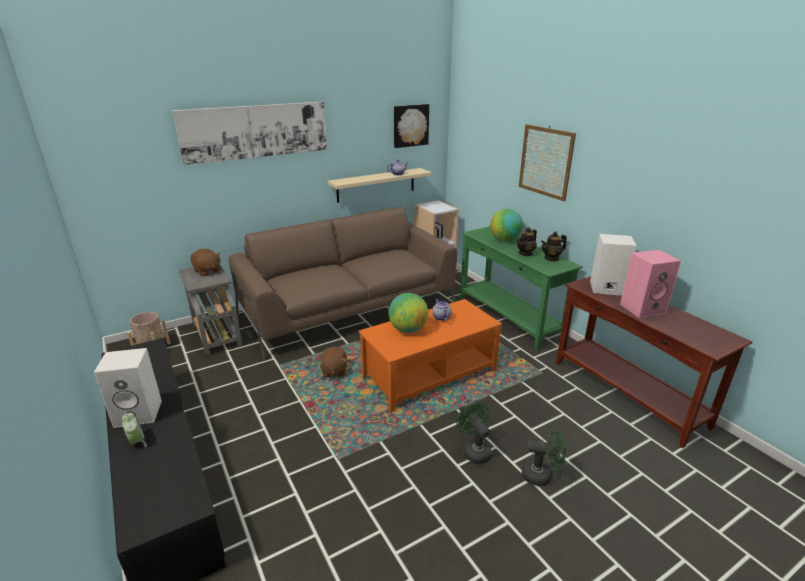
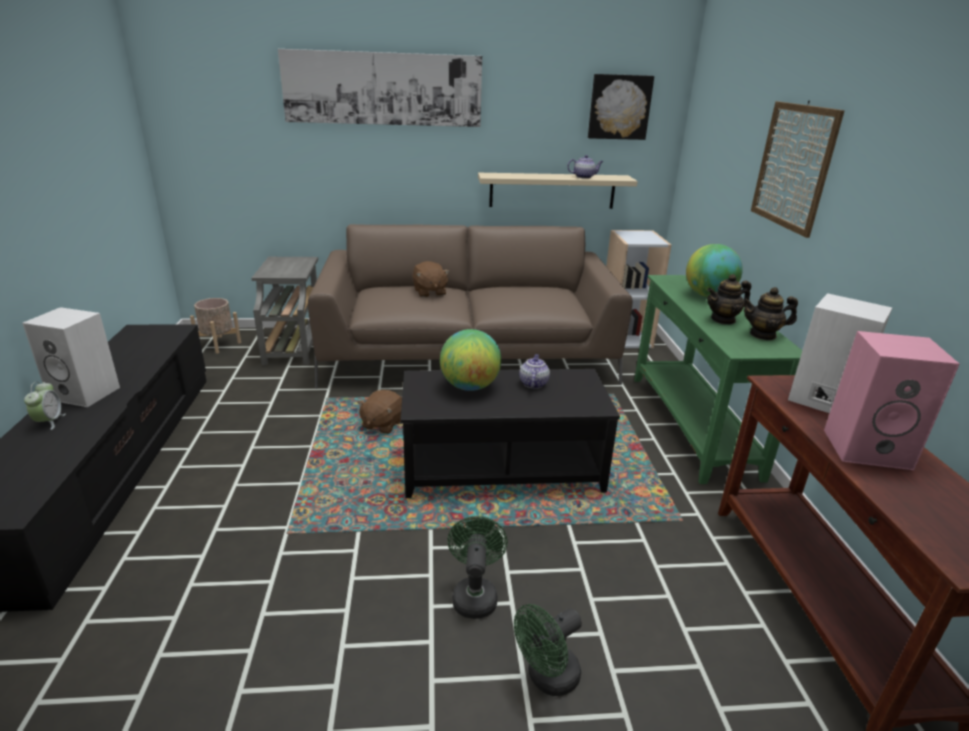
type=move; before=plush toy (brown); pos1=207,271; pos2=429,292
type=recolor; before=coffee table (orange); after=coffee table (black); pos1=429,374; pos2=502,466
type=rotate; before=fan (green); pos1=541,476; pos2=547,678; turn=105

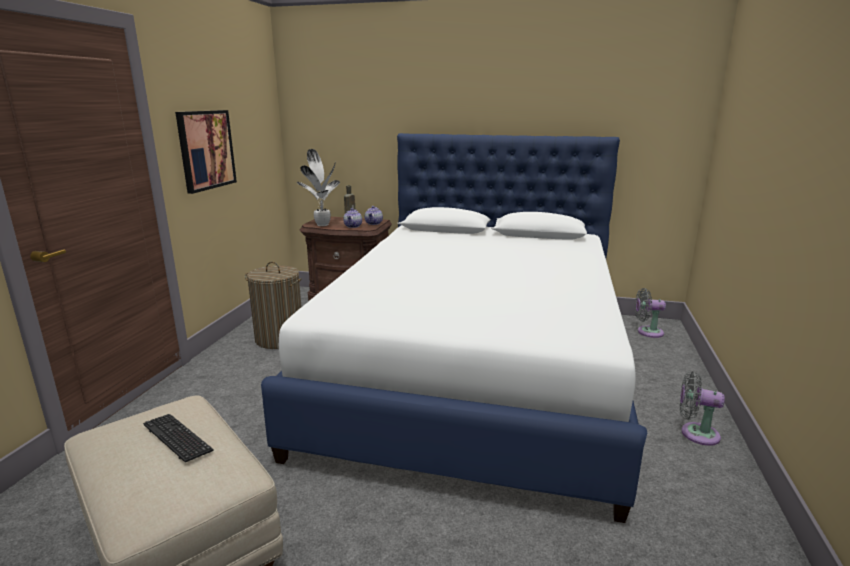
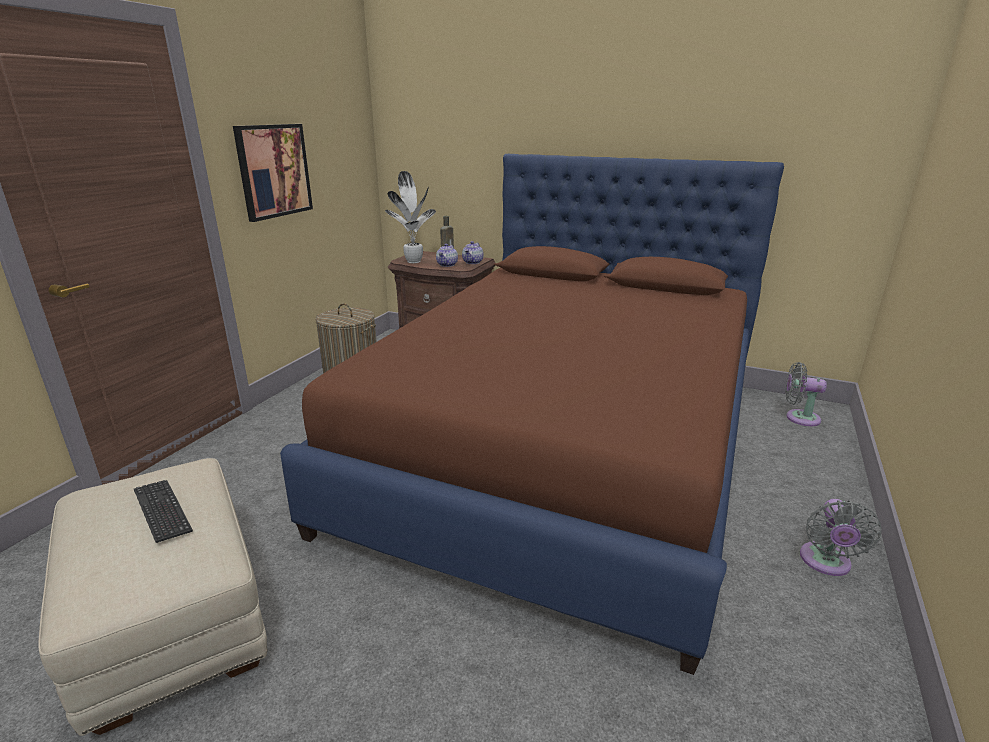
type=recolor; before=bed (white); after=bed (brown); pos1=475,369; pos2=564,448
type=rotate; before=fan (grey); pos1=695,433; pos2=826,563; turn=-105

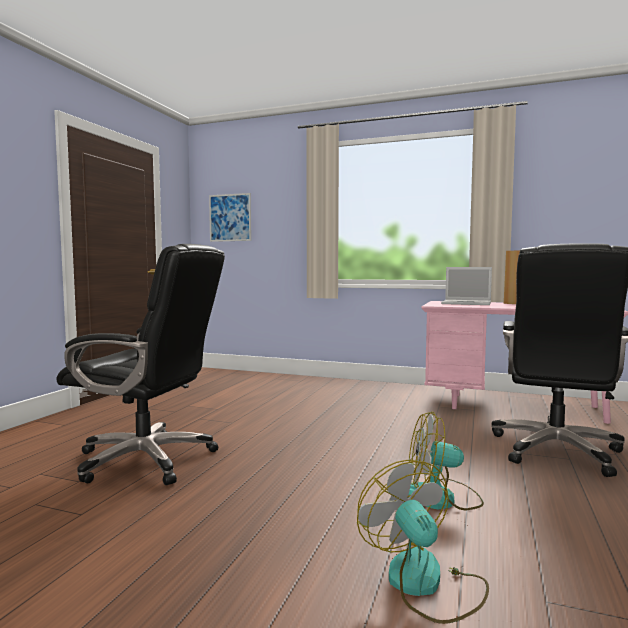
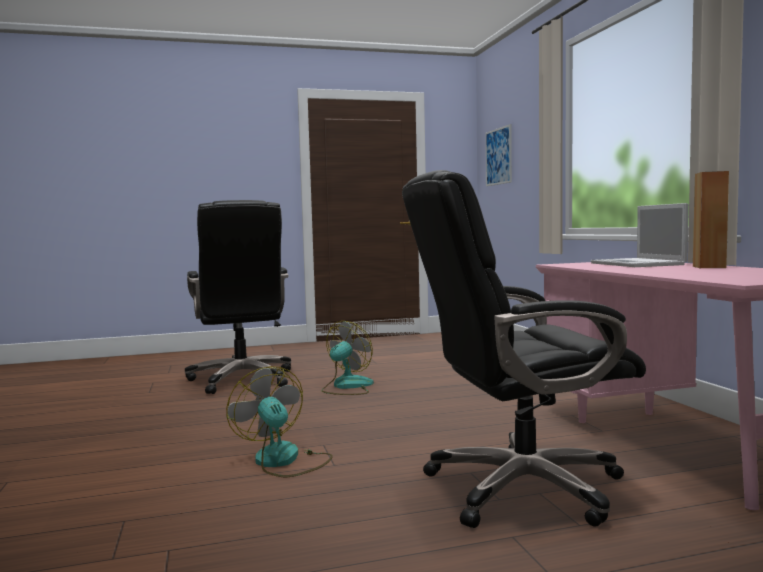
type=move; before=fan; pos1=425,583; pos2=346,387

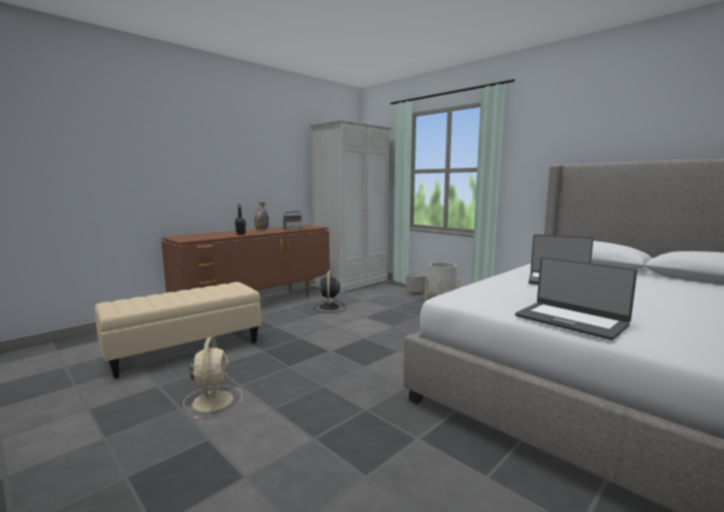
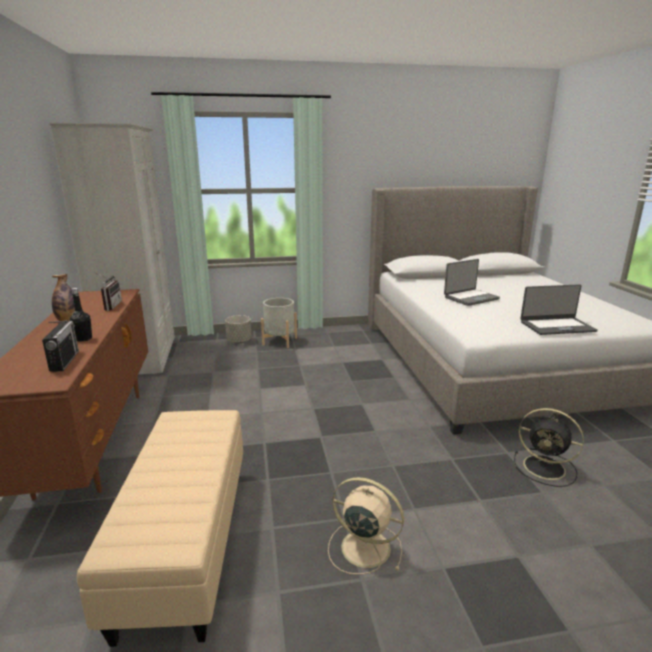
type=move; before=fan (black); pos1=329,308; pos2=546,468
type=insert; after=radio; pos2=65,361

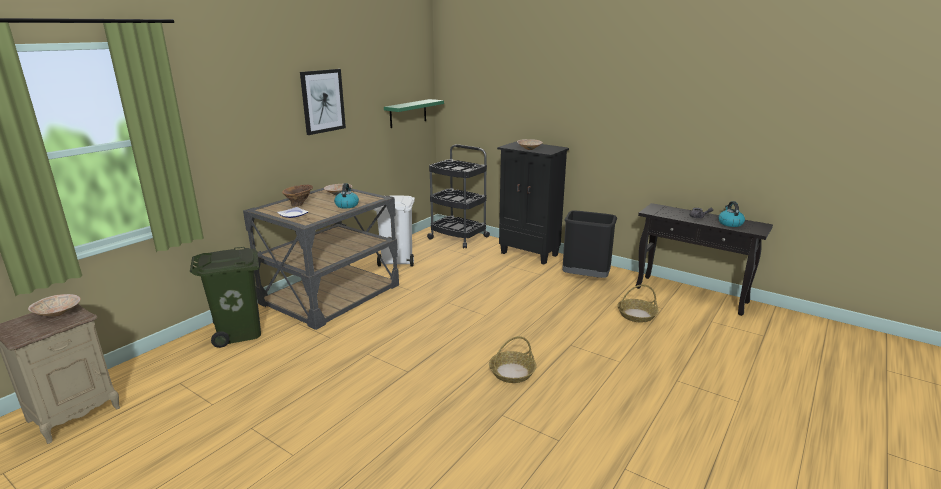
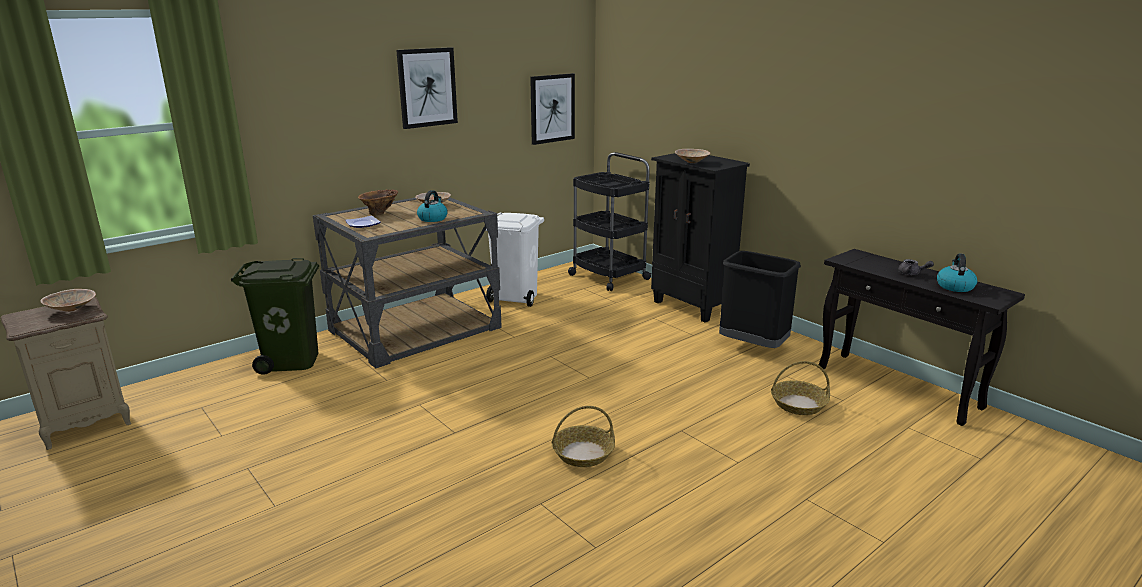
type=replace; before=shelf (green); after=picture; pos1=408,113; pos2=552,108

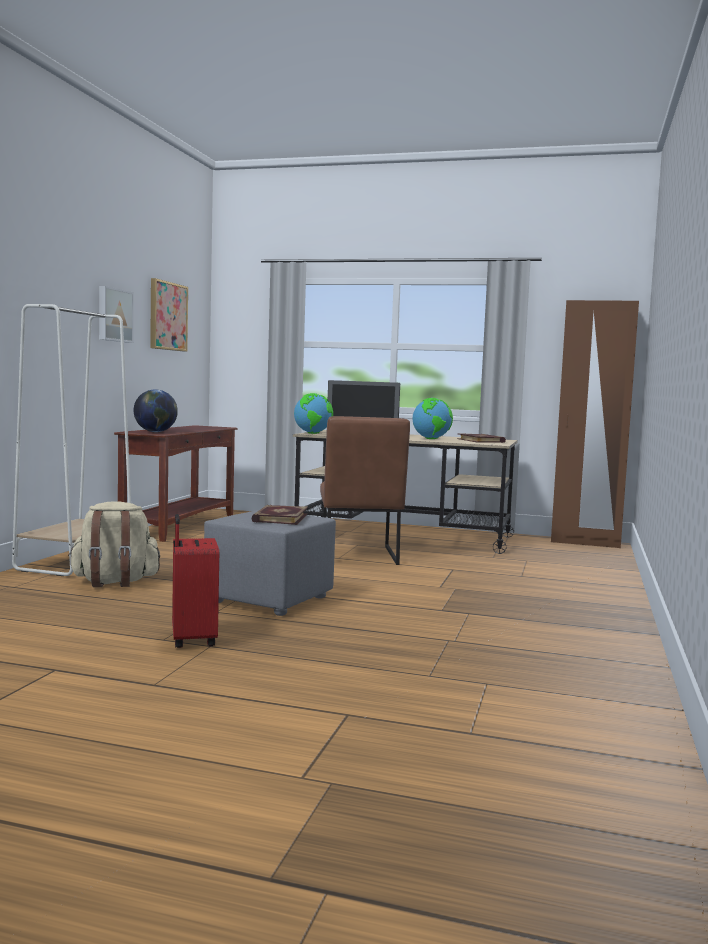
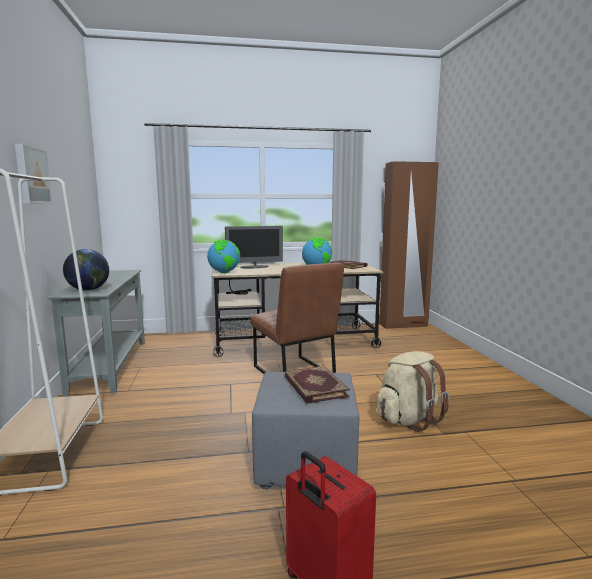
type=move; before=backpack (beige); pos1=114,582; pos2=408,419
type=recolor; before=console table (brown); after=console table (grey); pos1=179,526; pos2=109,365
type=delete; before=picture; pos1=167,316

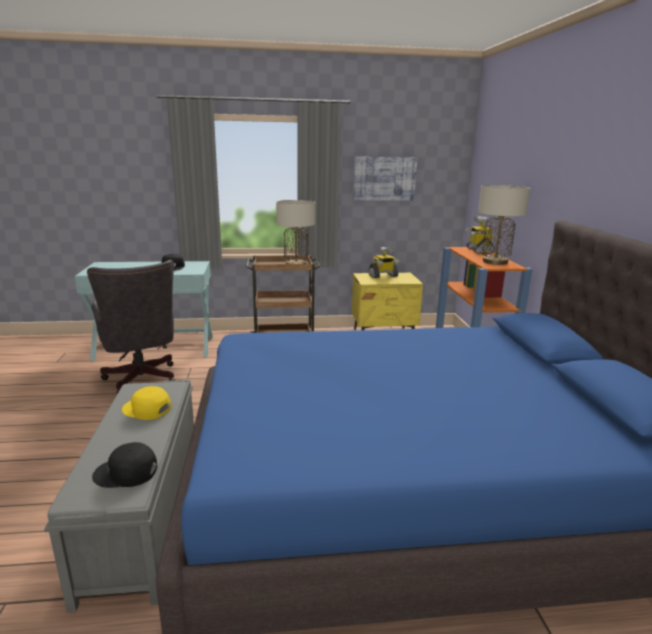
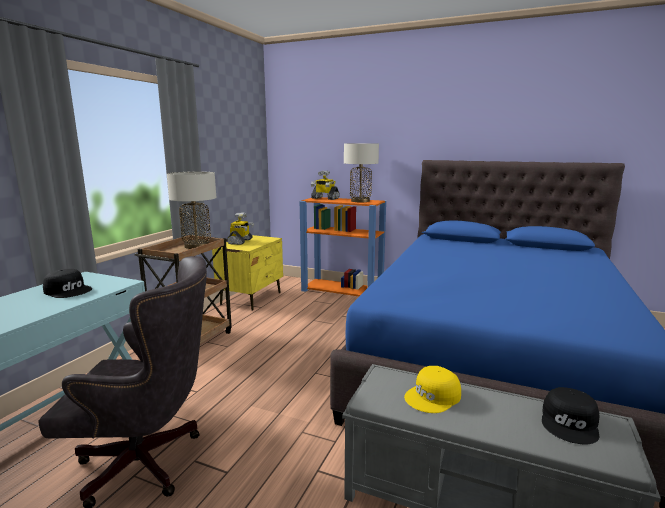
type=delete; before=picture; pos1=384,178

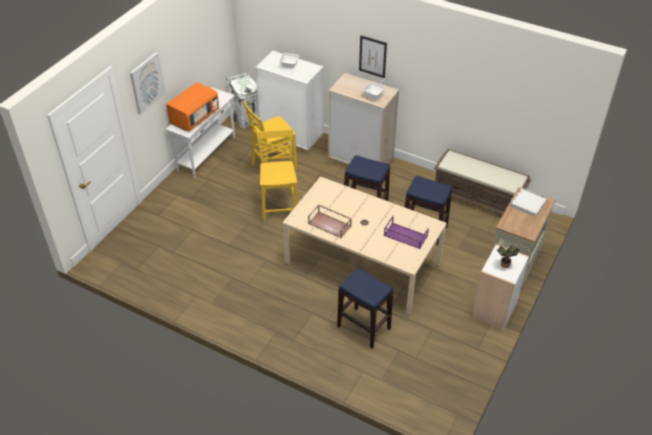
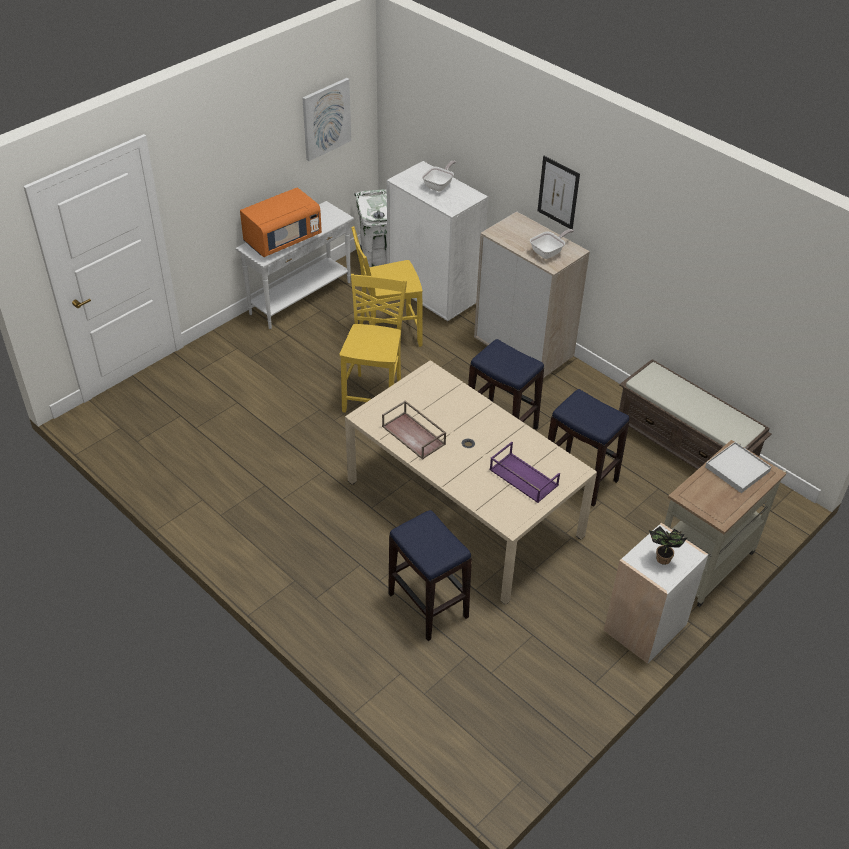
type=move; before=picture; pos1=147,82; pos2=326,119

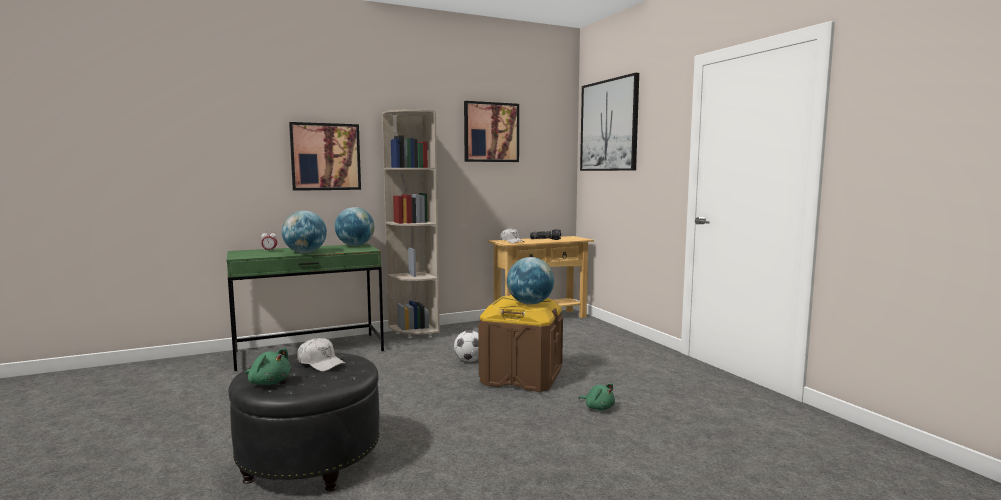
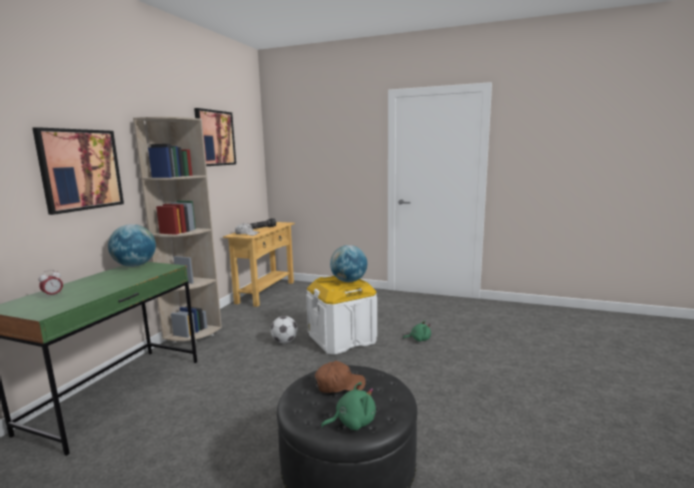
type=delete; before=globe; pos1=305,252
type=recolor; before=cap (white); after=cap (brown); pos1=321,363; pos2=339,385
type=recolor; before=storage box (brown); after=storage box (white); pos1=521,377; pos2=342,338
type=delete; before=picture; pos1=609,125

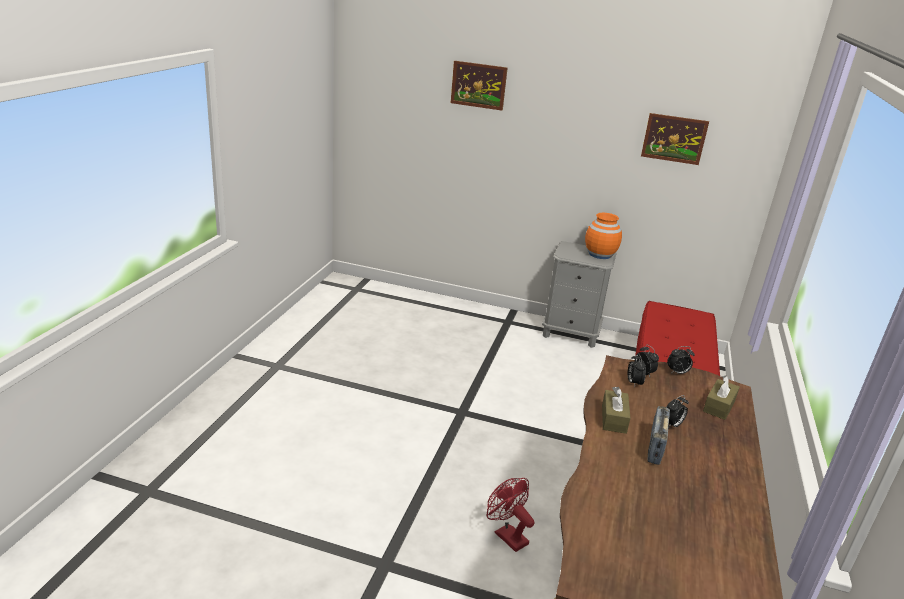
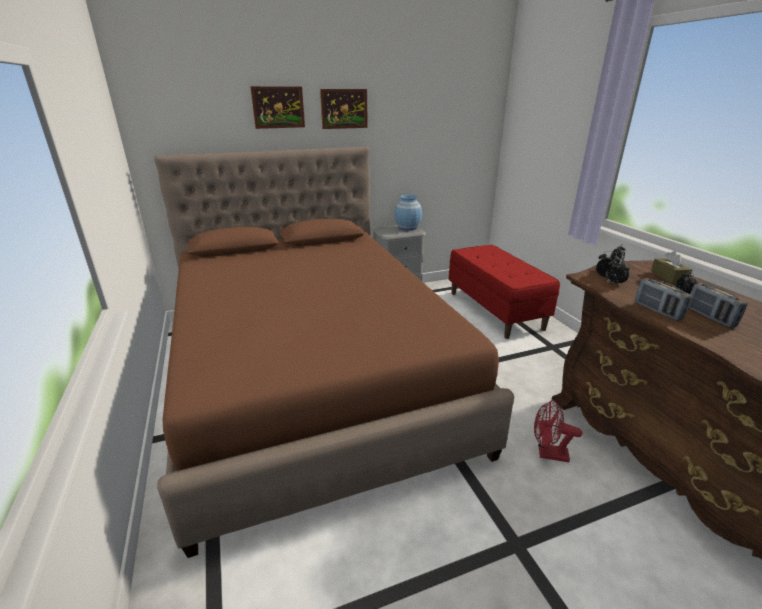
type=recolor; before=vase (orange); after=vase (blue); pos1=600,254; pos2=408,228
type=replace; before=tissue box (brown); after=radio; pos1=613,419; pos2=657,311
type=move; before=picture; pos1=674,138; pos2=344,108
type=insert; after=bed (brown); pos2=312,373

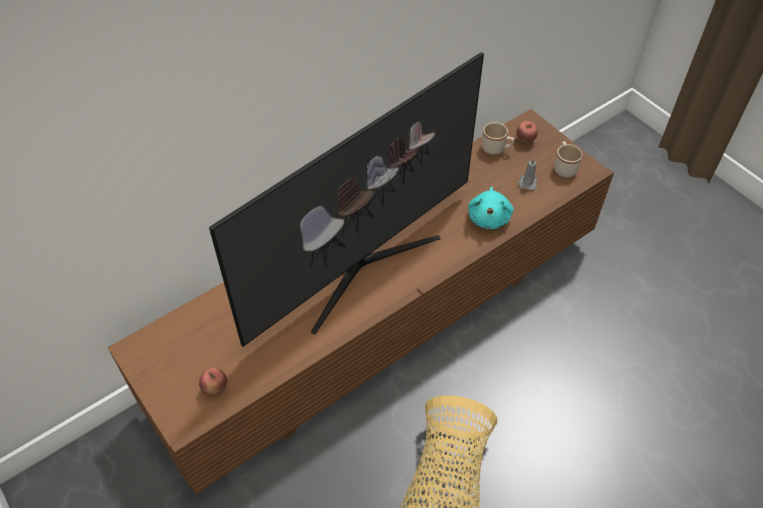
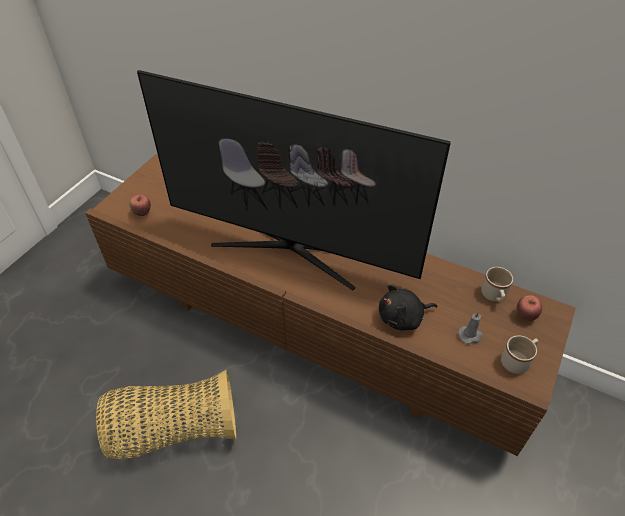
type=recolor; before=plush toy (turquoise); after=plush toy (black); pos1=489,217; pos2=403,318

